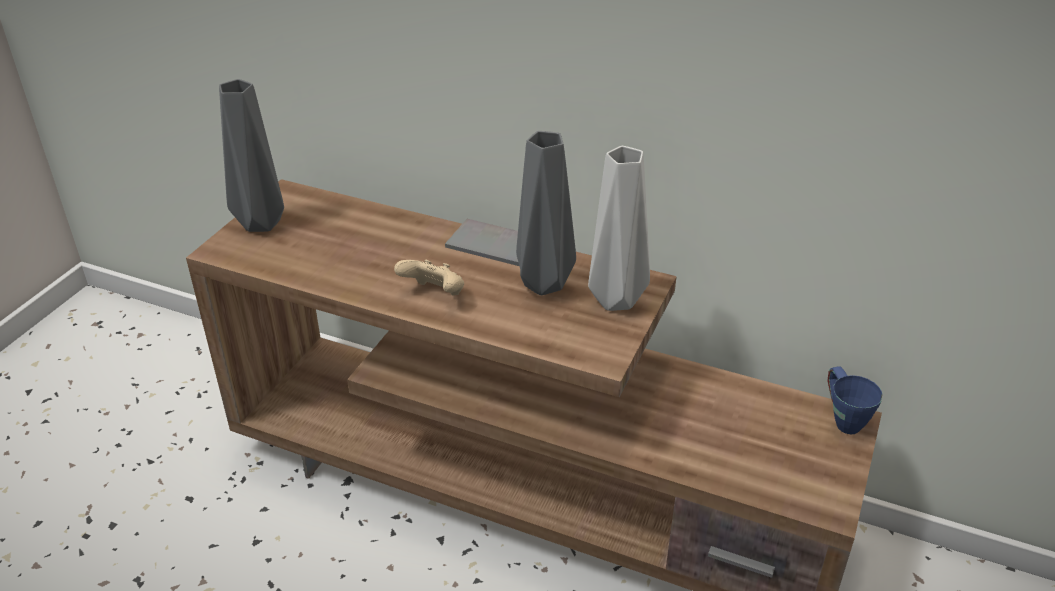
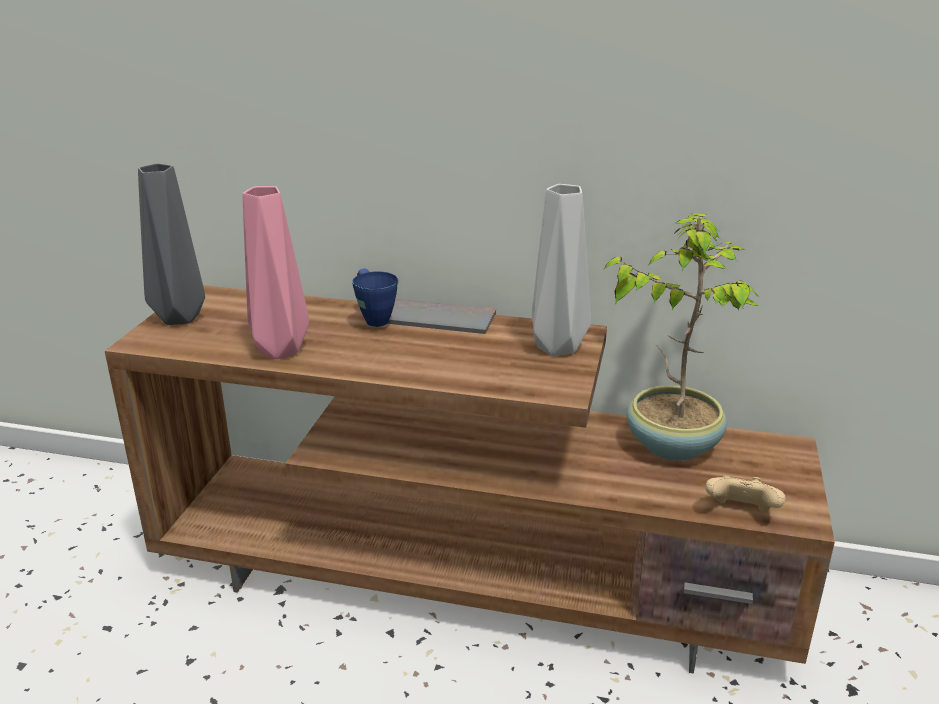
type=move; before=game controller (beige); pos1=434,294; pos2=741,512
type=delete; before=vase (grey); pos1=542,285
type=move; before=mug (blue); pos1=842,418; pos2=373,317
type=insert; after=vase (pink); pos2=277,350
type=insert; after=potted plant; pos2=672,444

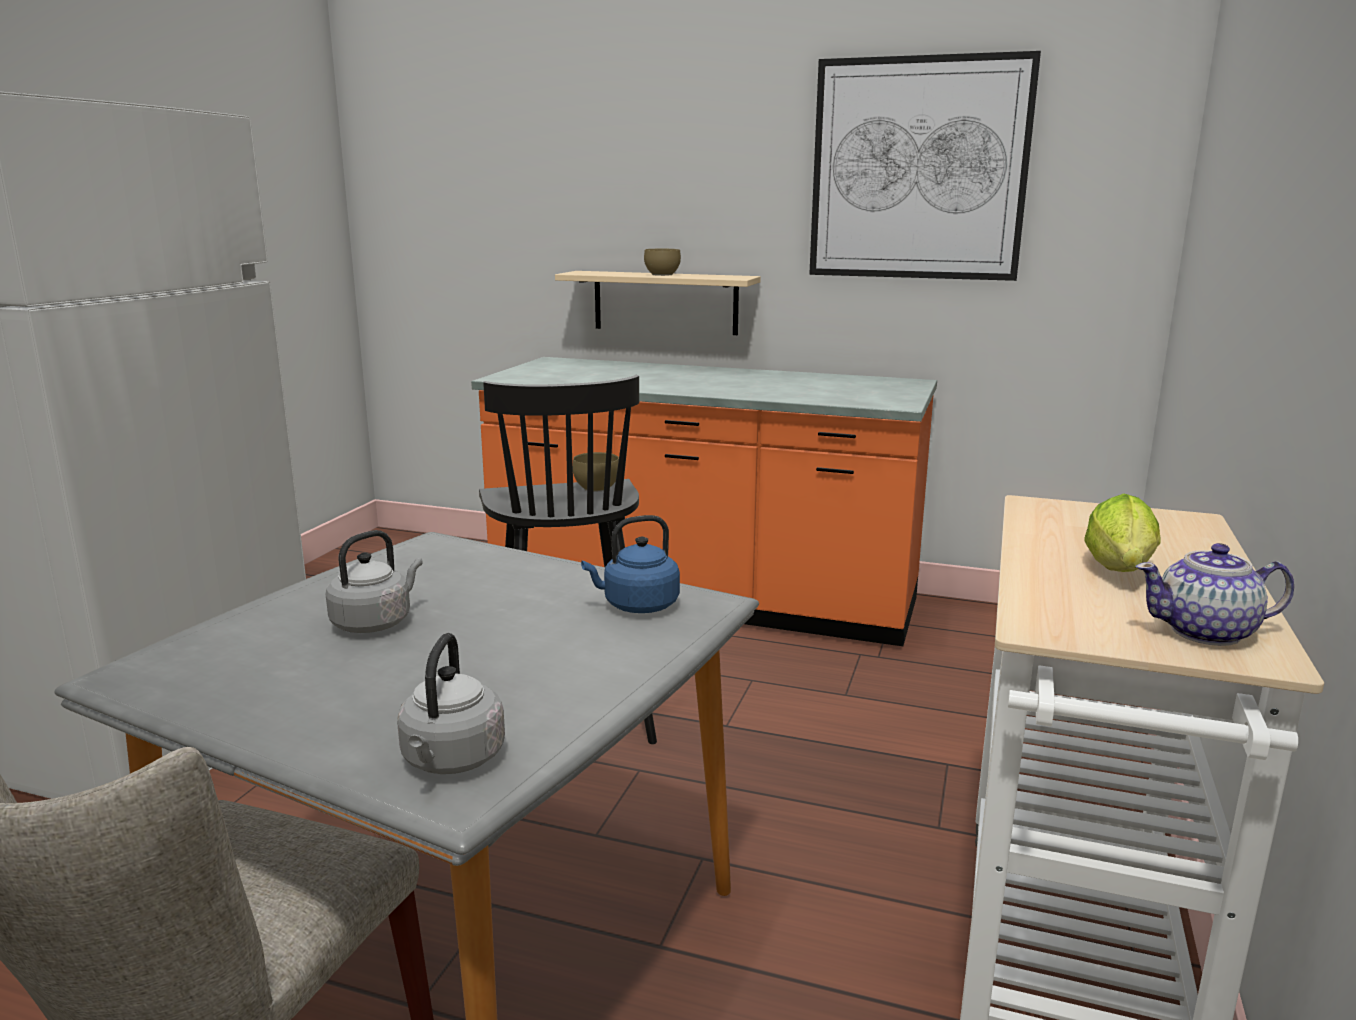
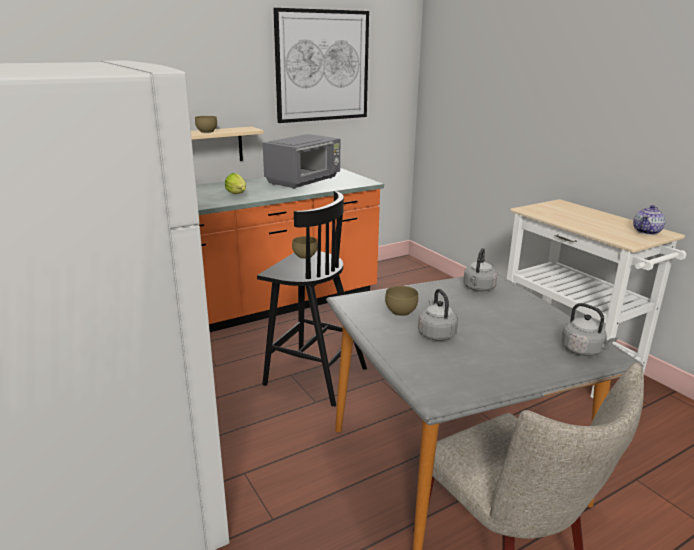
type=recolor; before=kettle (blue); after=kettle (grey); pos1=637,606; pos2=478,288
type=move; before=lettuce; pos1=1120,572; pos2=237,194
type=insert; after=microwave (grey); pos2=304,181
type=insert; after=bowl (brown); pos2=401,312

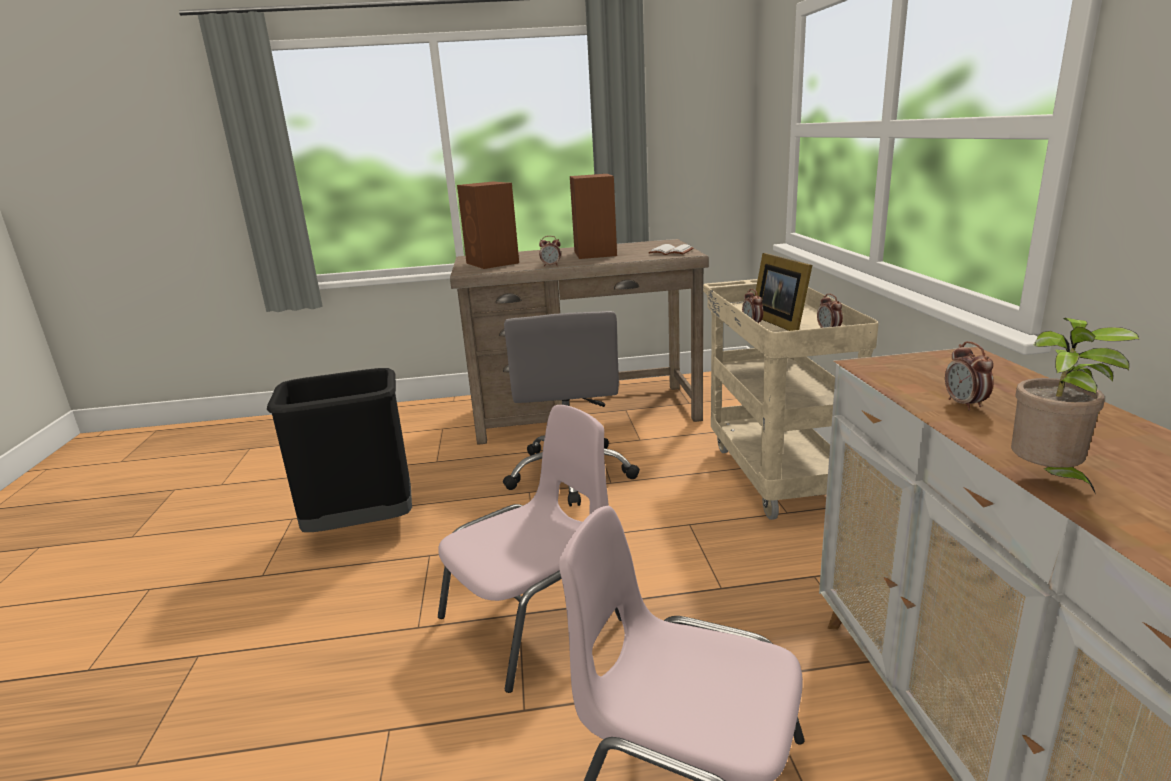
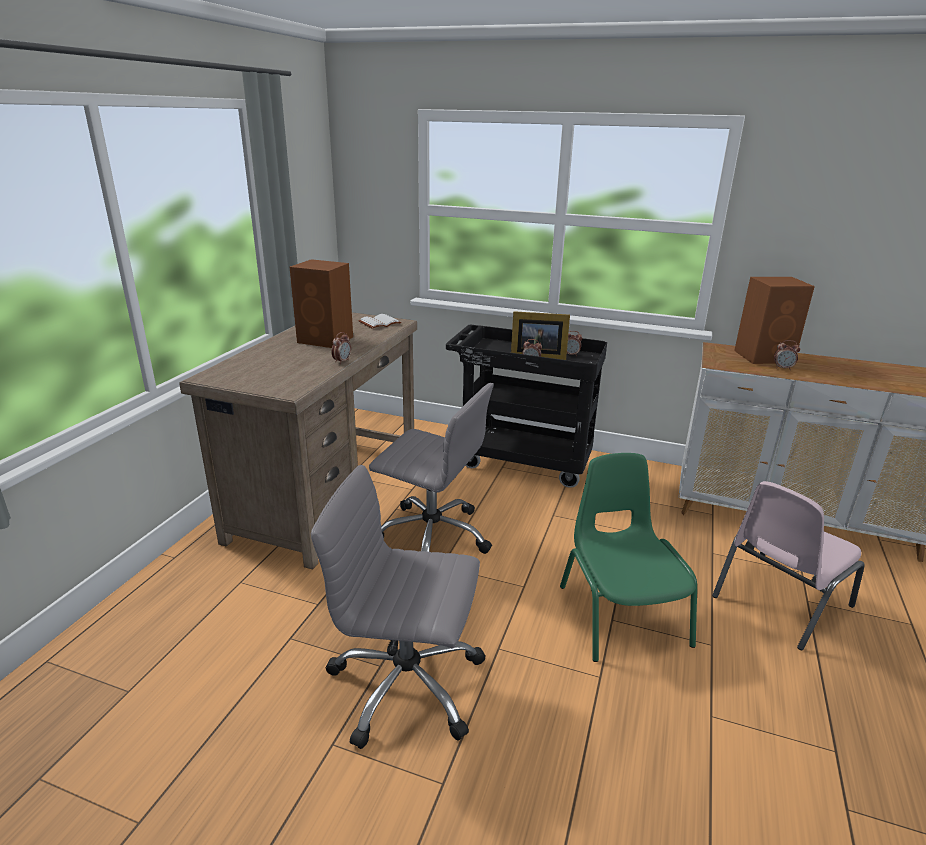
type=replace; before=trash can (black); after=office chair (grey); pos1=362,526; pos2=406,684
type=recolor; before=chair (pink); after=chair (green); pos1=535,618; pos2=621,614
type=move; before=speaker (brown); pos1=493,263; pos2=764,356
type=recolor; before=cart (beige); after=cart (black); pos1=772,474; pos2=519,465
type=delete; before=potted plant; pos1=1047,479

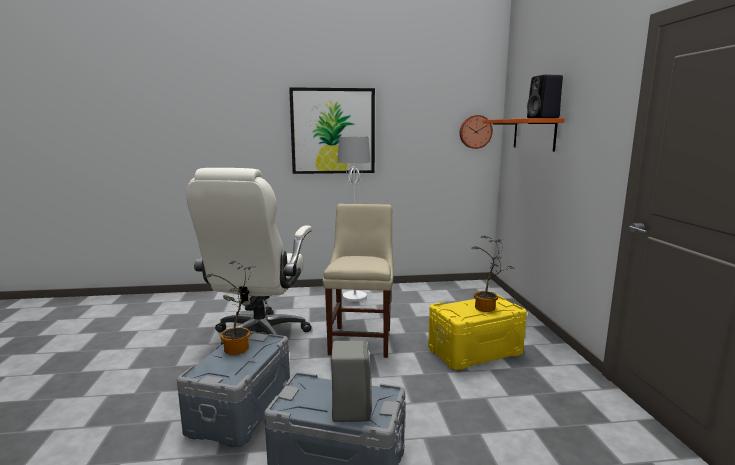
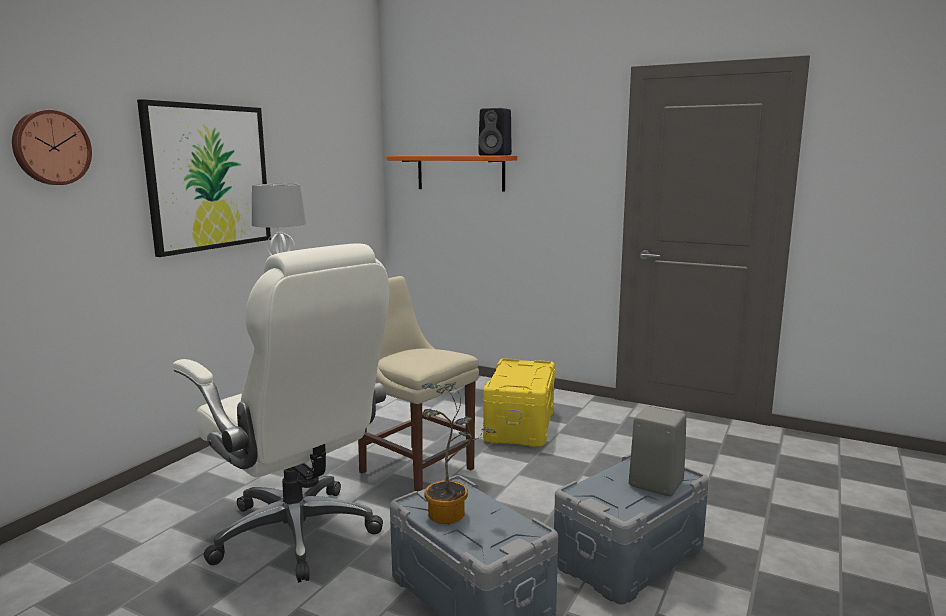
type=move; before=wall clock; pos1=475,131; pos2=50,147
type=delete; before=potted plant; pos1=487,309

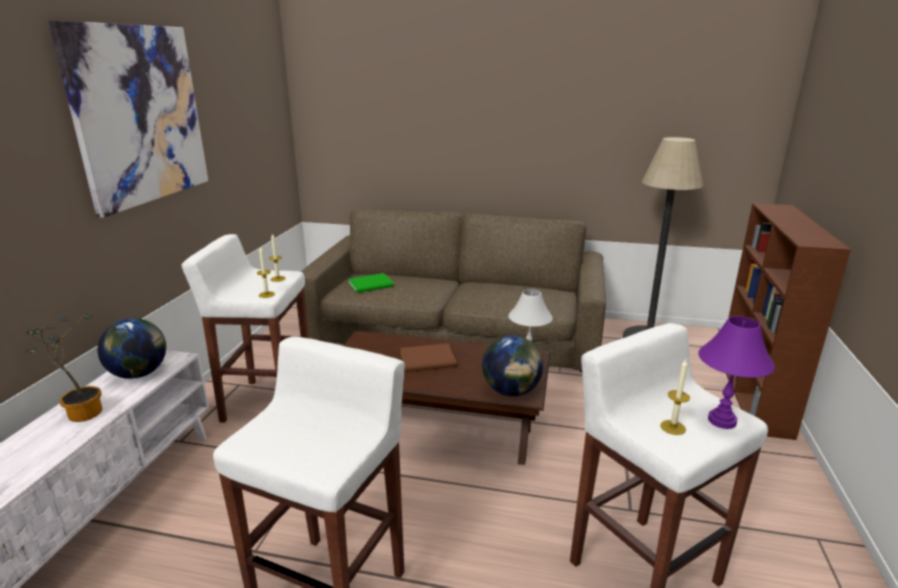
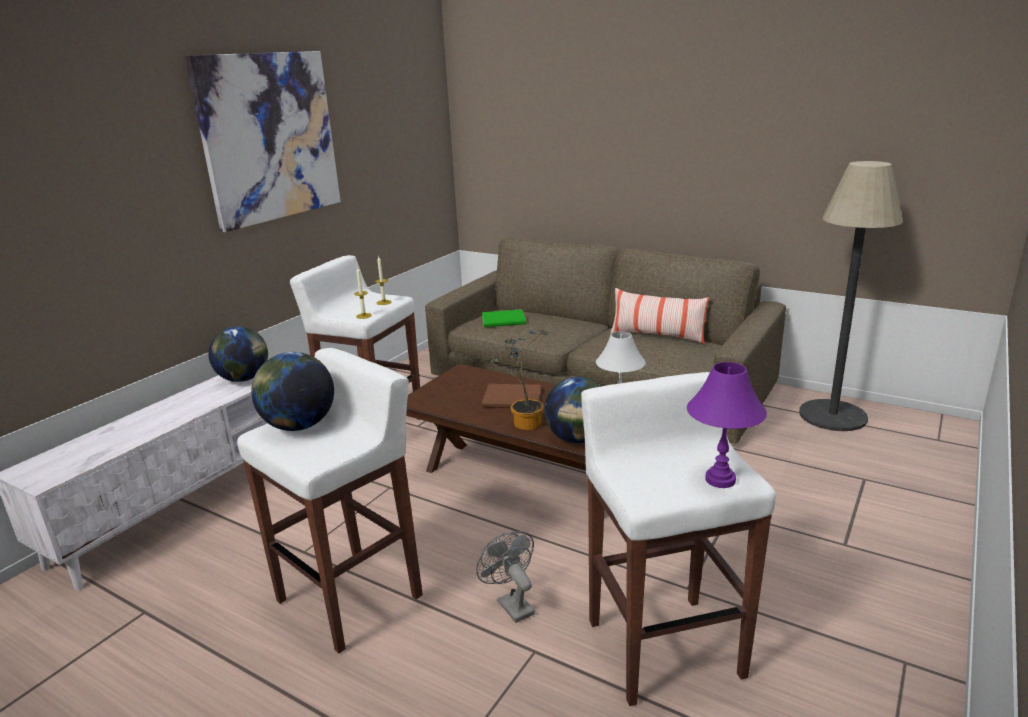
type=move; before=potted plant; pos1=81,413; pos2=523,423
type=delete; before=candle; pos1=673,427
type=delete; before=bookcase (brown); pos1=754,396
type=insert; after=globe; pos2=299,426
type=insert; after=fan (grey); pos2=511,604
type=insert; after=pillow; pos2=657,336

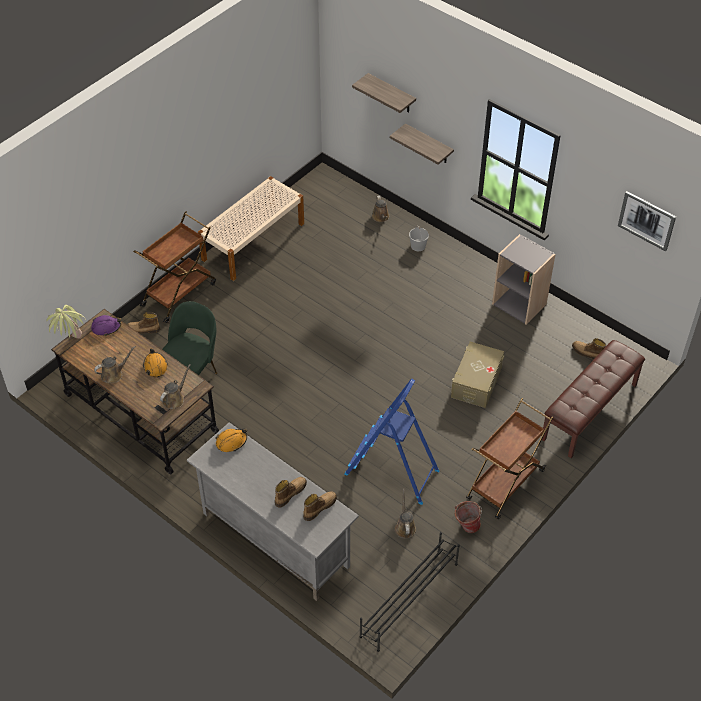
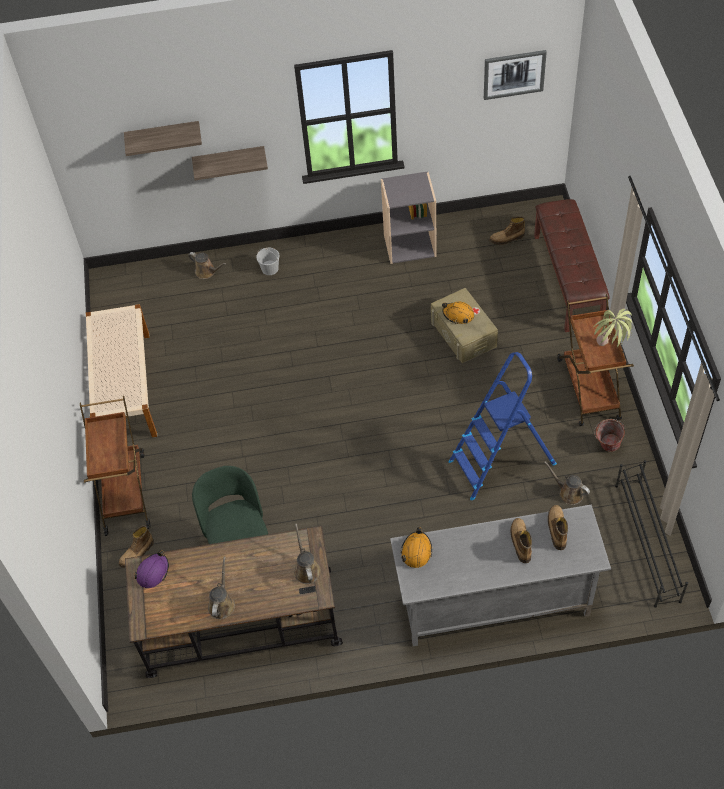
type=move; before=potted plant; pos1=71,344; pos2=609,352
type=move; before=hard hat (orange); pos1=155,366; pos2=458,315

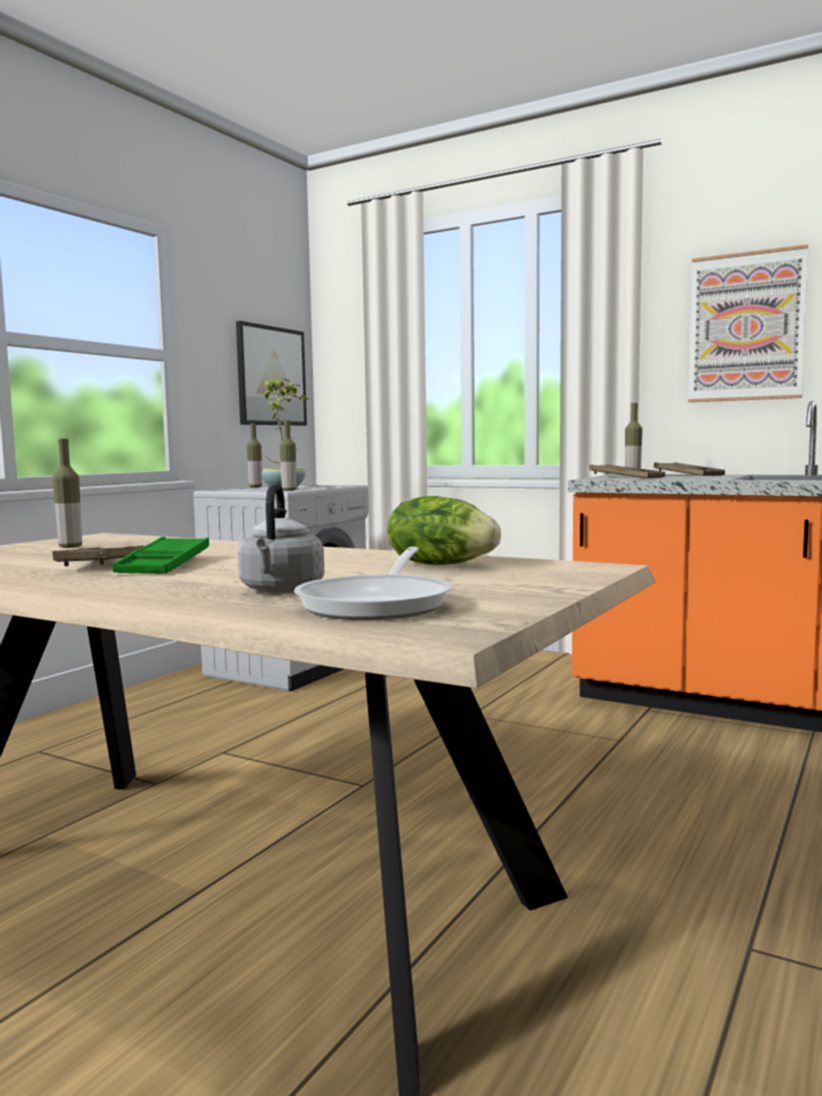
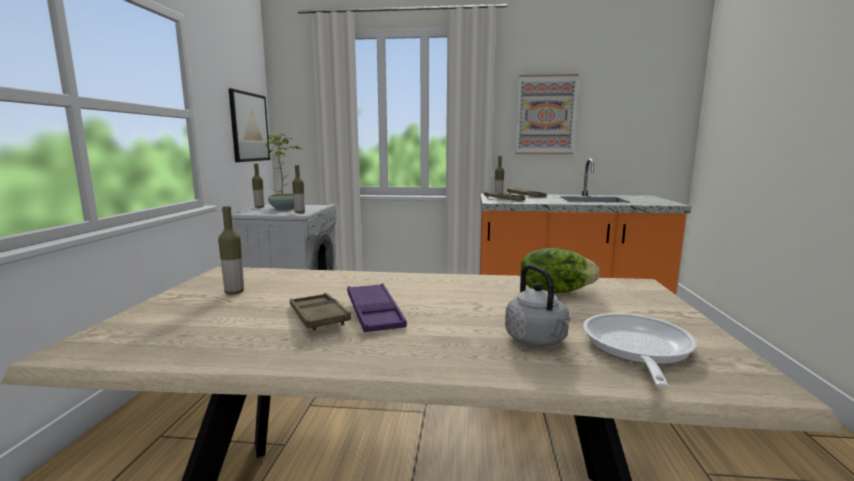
type=recolor; before=tray (green); after=tray (purple); pos1=164,565; pos2=374,313
type=rotate; before=frying pan; pos1=380,603; pos2=636,349; turn=-150

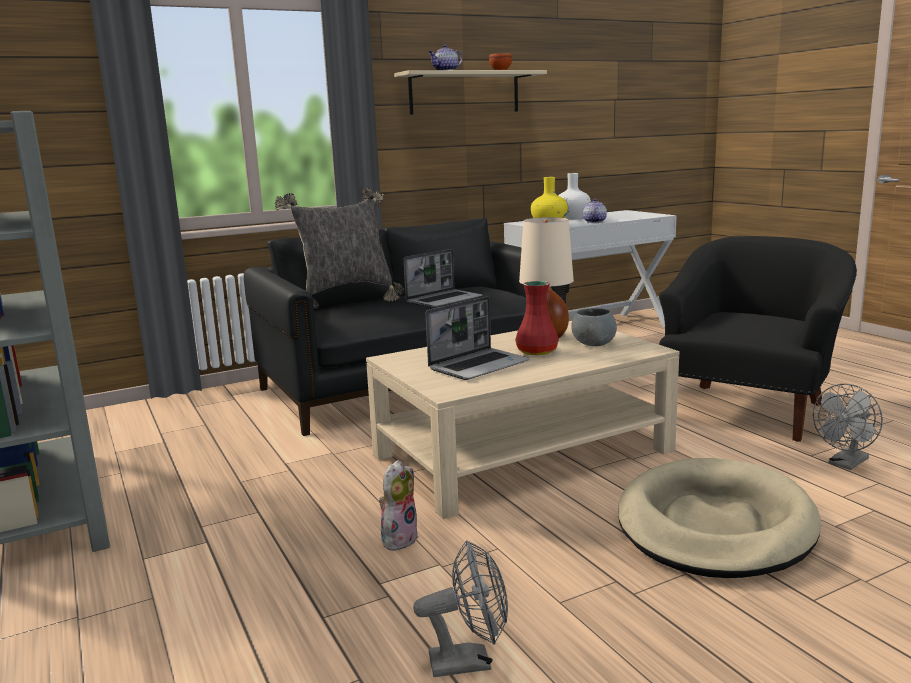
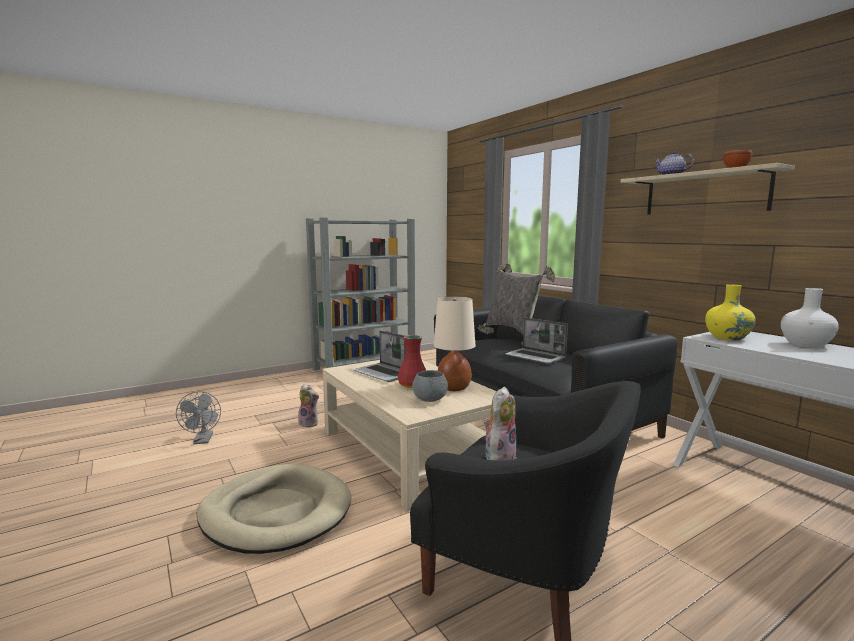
type=delete; before=teapot; pos1=594,222
type=delete; before=fan (grey); pos1=845,464
type=insert; after=plush toy; pos2=499,457

